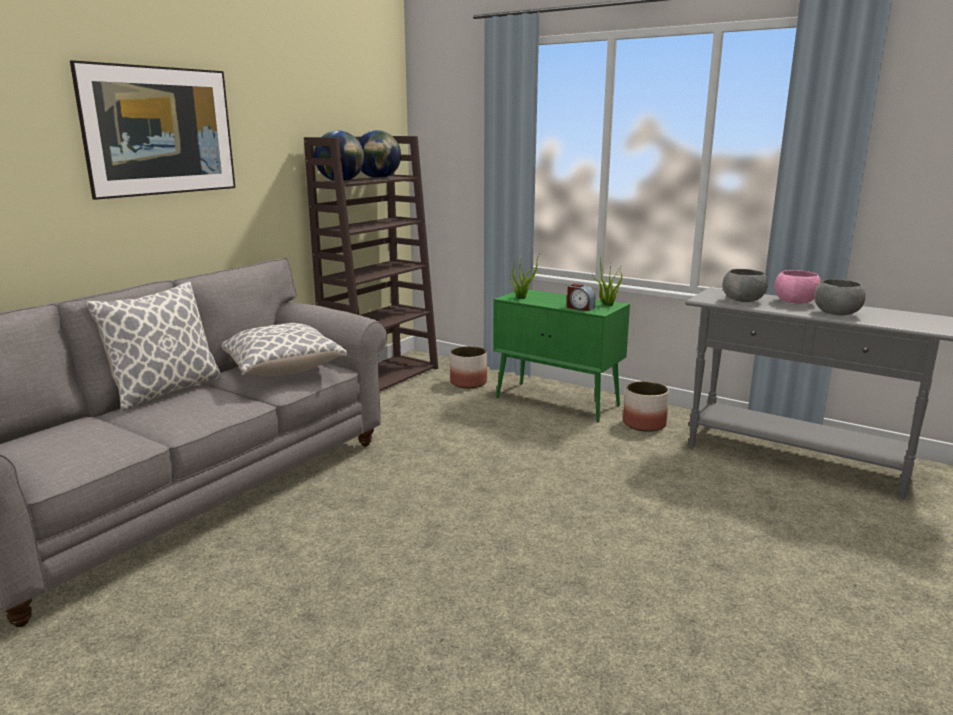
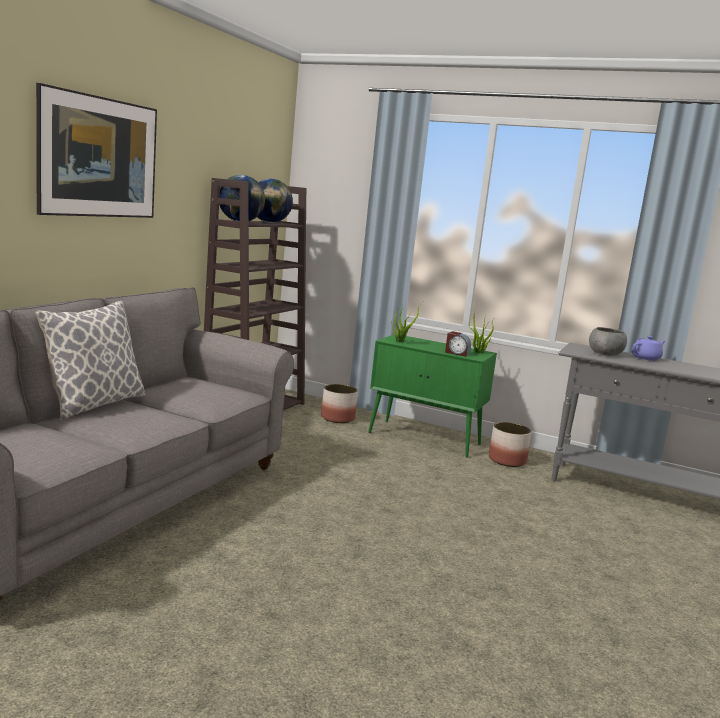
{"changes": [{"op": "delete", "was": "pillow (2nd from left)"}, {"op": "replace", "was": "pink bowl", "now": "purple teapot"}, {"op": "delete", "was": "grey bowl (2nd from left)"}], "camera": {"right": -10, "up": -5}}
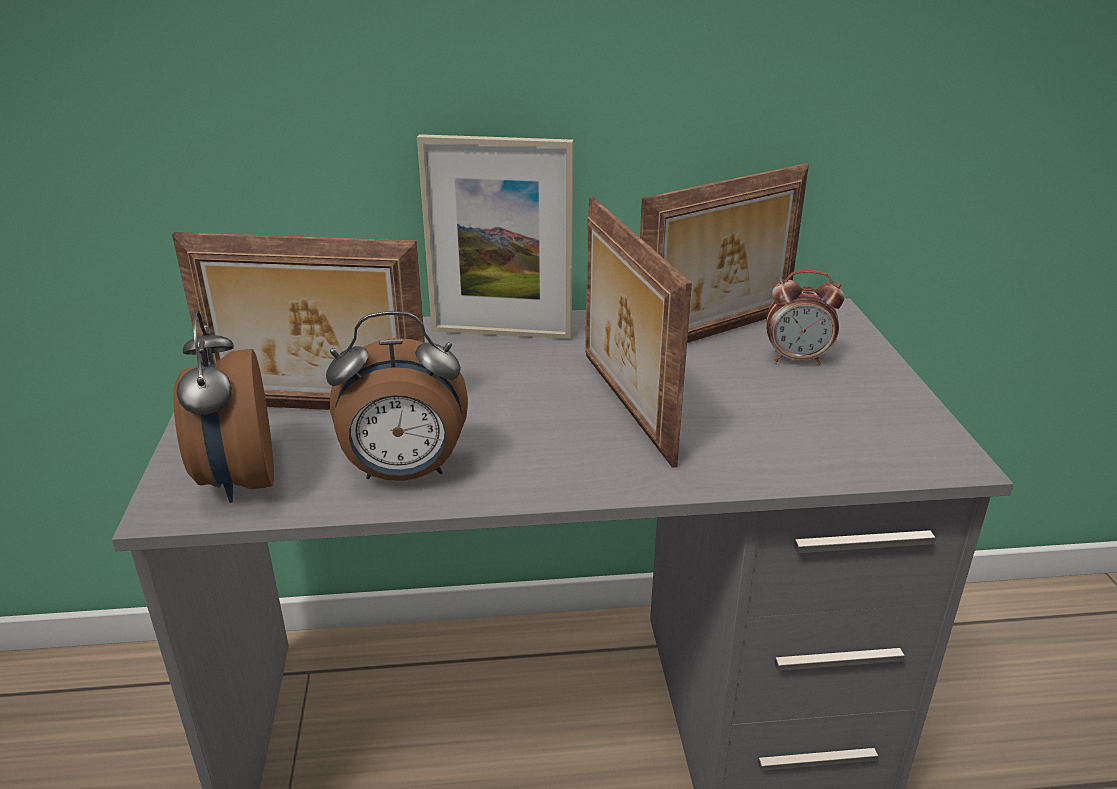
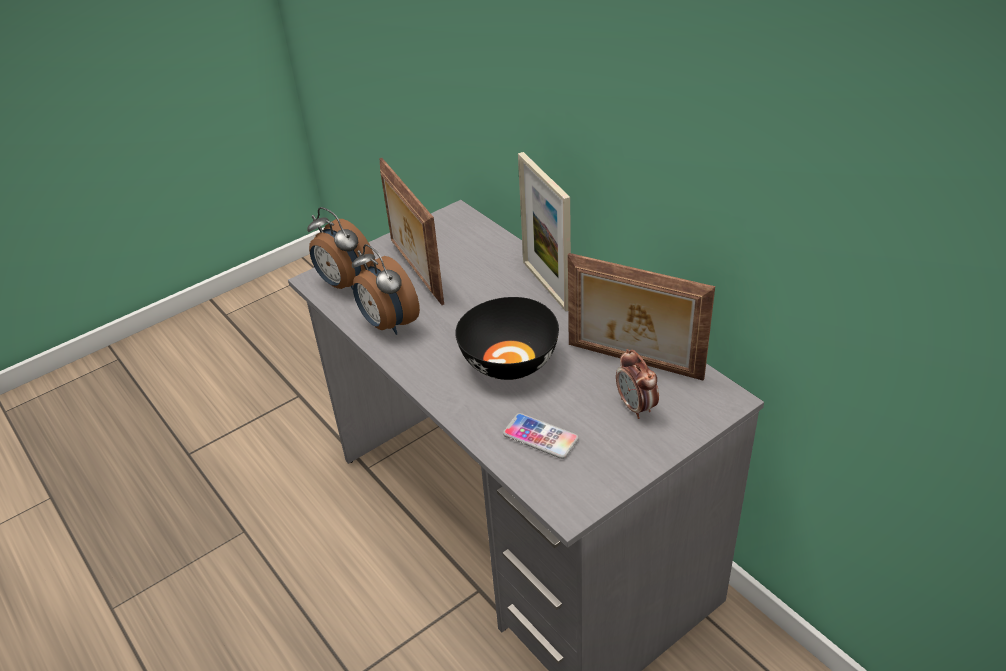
{"changes": [{"op": "rotate", "was": "alarm clock (1st from left)", "clockwise": -90}, {"op": "replace", "was": "picture frame (3rd from left)", "now": "black bowl"}, {"op": "insert", "now": "phone"}], "camera": {"right": 60, "up": 10}}
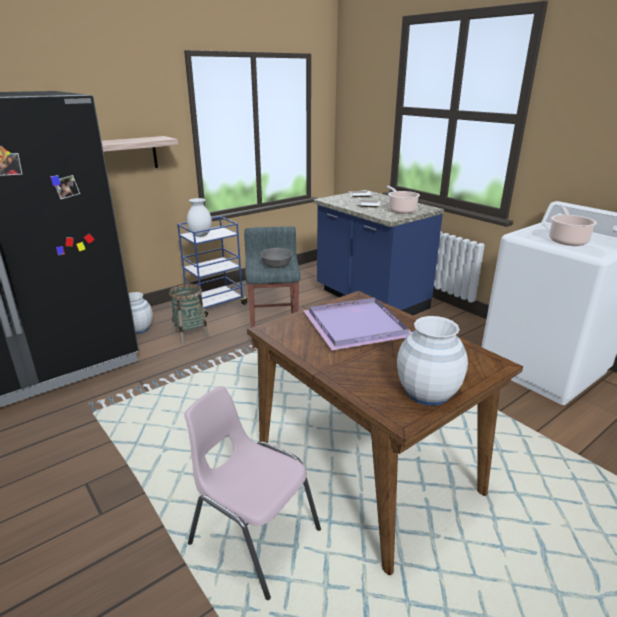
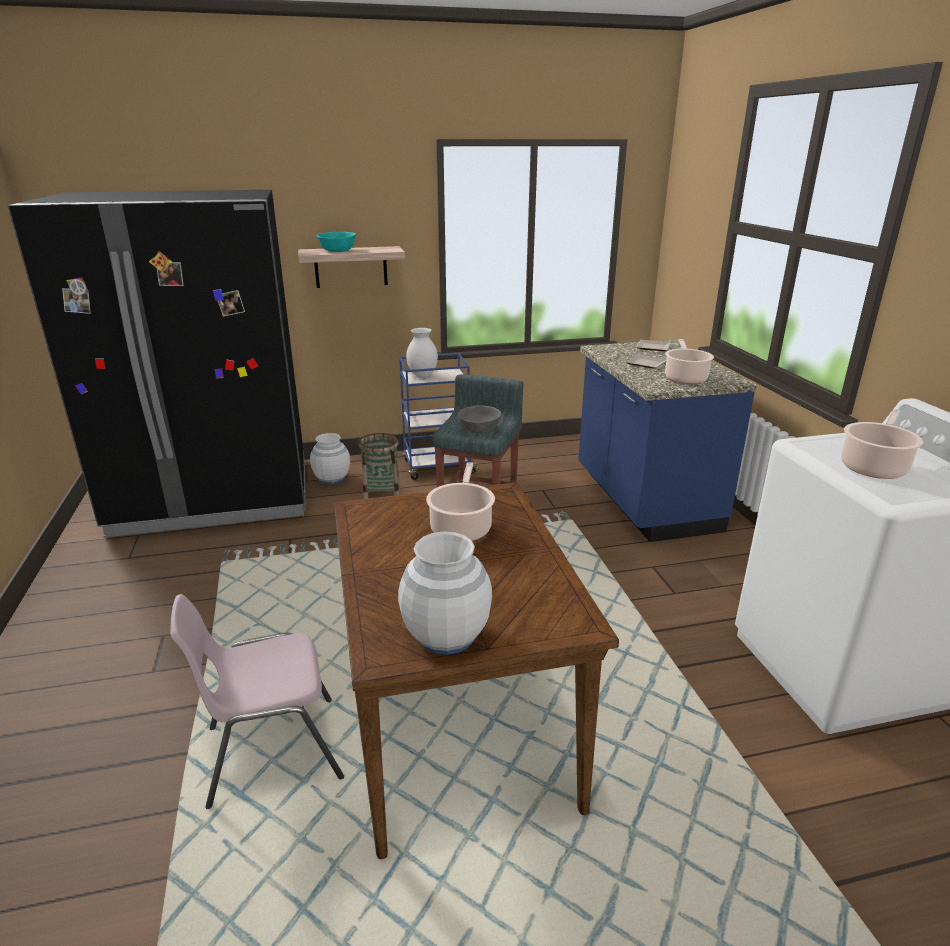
{"changes": [{"op": "rotate", "was": "pink chair", "clockwise": -75}, {"op": "replace", "was": "purple tray", "now": "cooking pot (1st from left)"}, {"op": "insert", "now": "turquoise bowl"}], "camera": {"right": 25, "up": 0}}
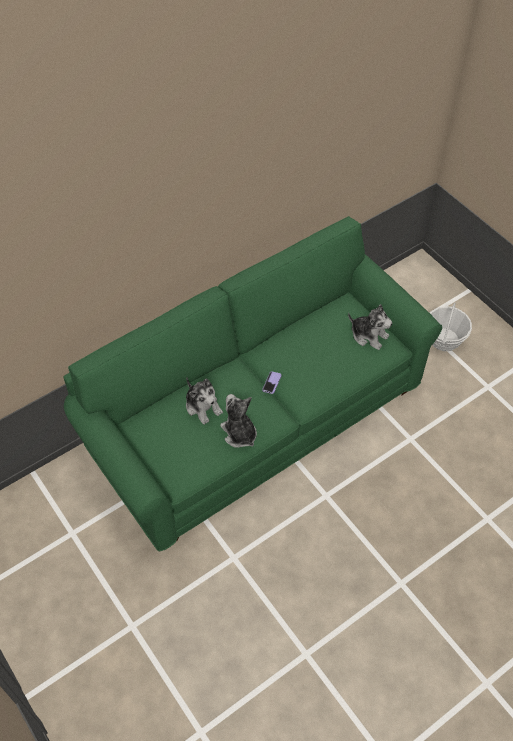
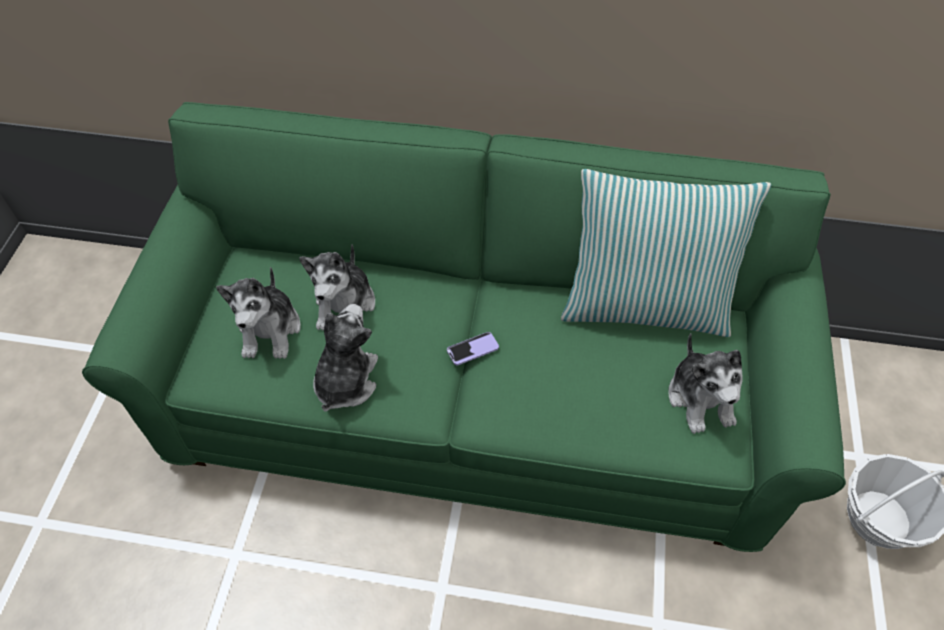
{"changes": [{"op": "insert", "now": "plush toy (1st from left)"}, {"op": "insert", "now": "pillow"}], "camera": {"right": 45, "up": 0}}
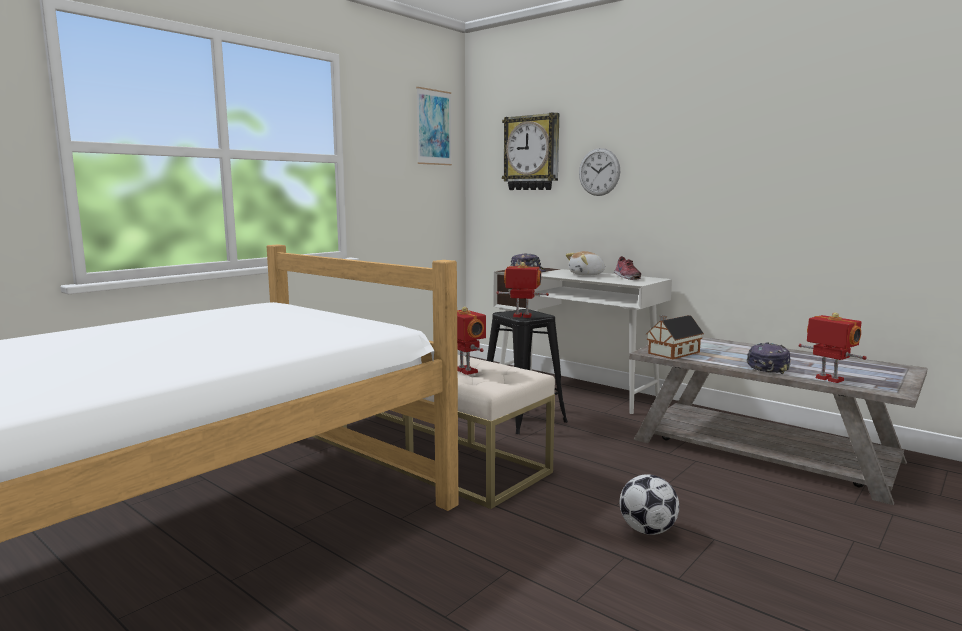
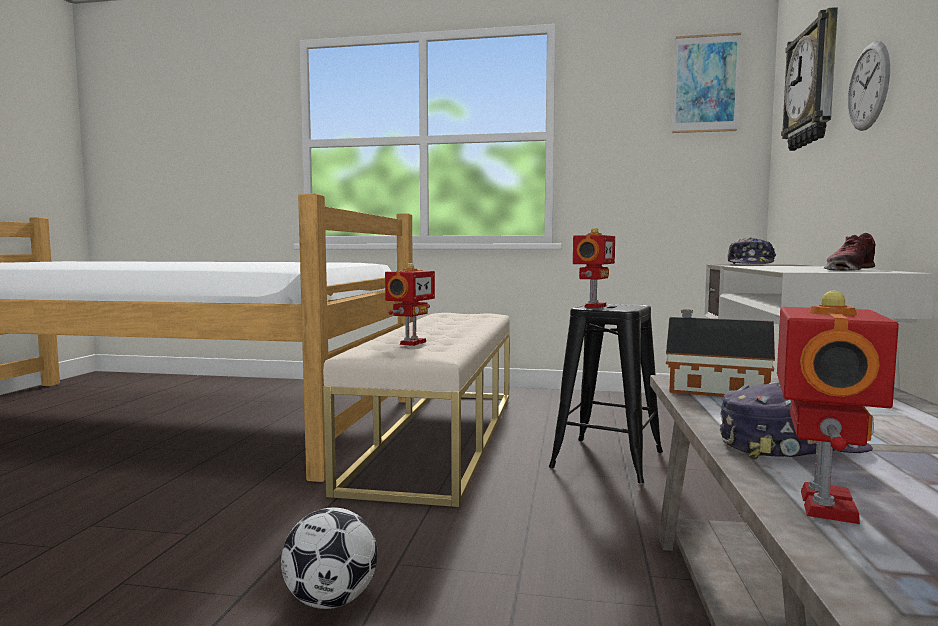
{"changes": [{"op": "rotate", "was": "toy robot (2nd from left)", "clockwise": 45}, {"op": "delete", "was": "plush toy"}], "camera": {"right": 60, "up": -5}}
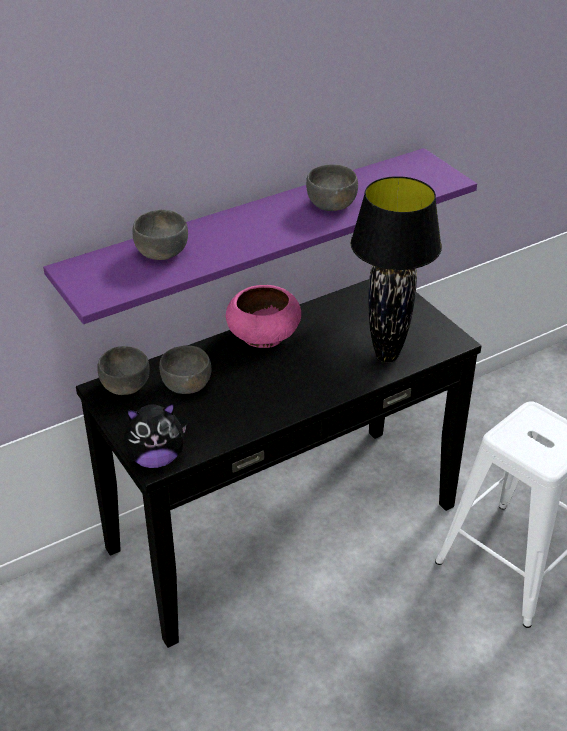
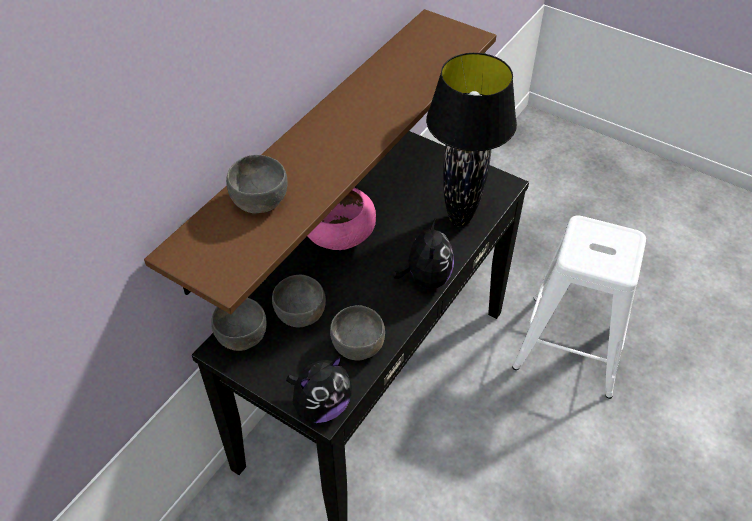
{"changes": [{"op": "recolor", "was": "purple shelf", "now": "brown shelf"}, {"op": "move", "was": "grey bowl (4th from left)"}, {"op": "insert", "now": "plush toy (2nd from left)"}], "camera": {"right": -25, "up": 10}}
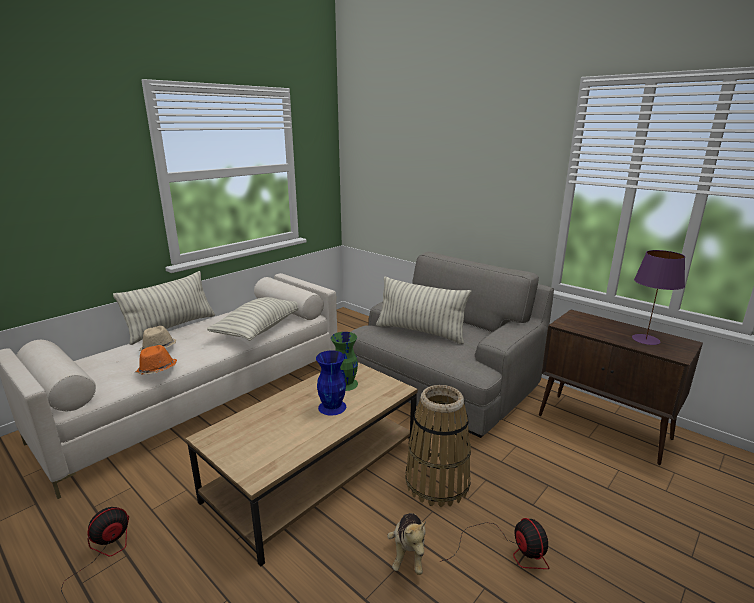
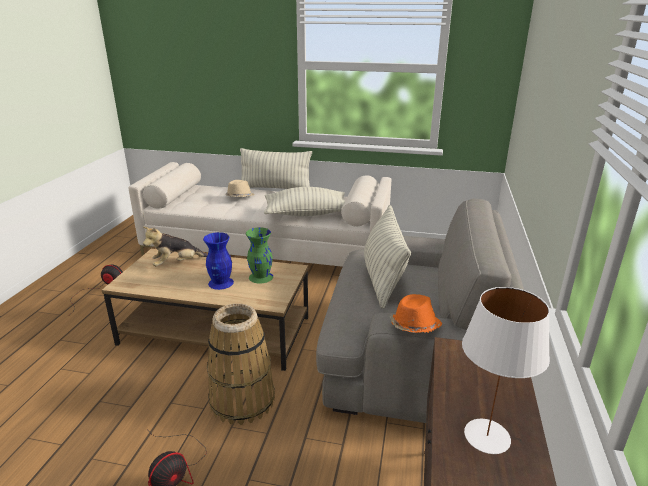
{"changes": [{"op": "move", "was": "orange hat"}, {"op": "move", "was": "plush toy"}, {"op": "recolor", "was": "purple table lamp", "now": "white table lamp"}], "camera": {"right": 60, "up": 5}}
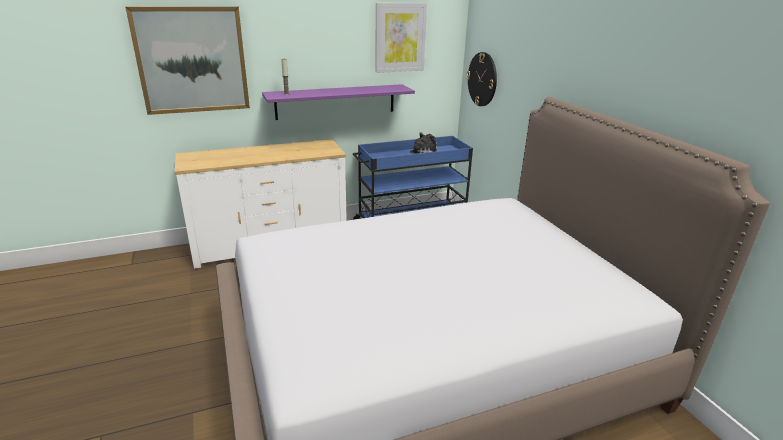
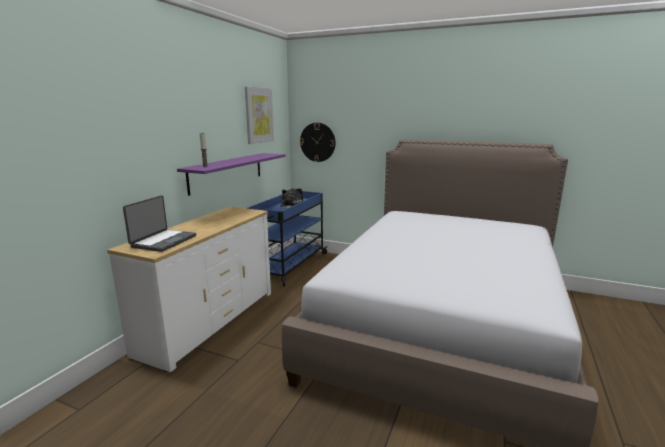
{"changes": [{"op": "delete", "was": "picture (1st from left)"}, {"op": "insert", "now": "laptop"}], "camera": {"right": -45, "up": -10}}
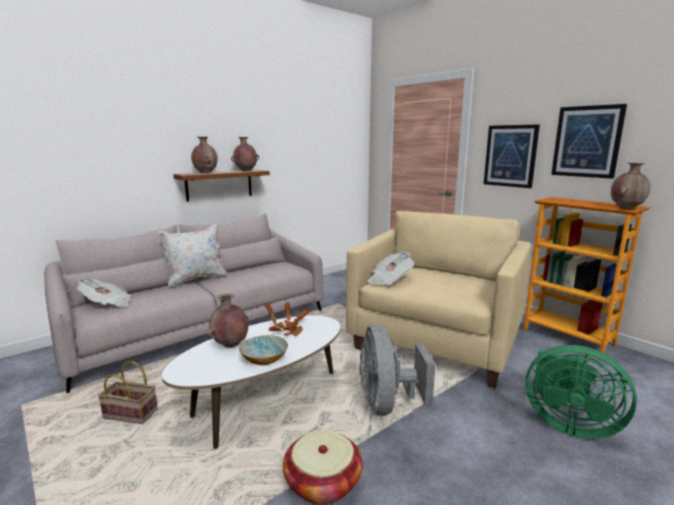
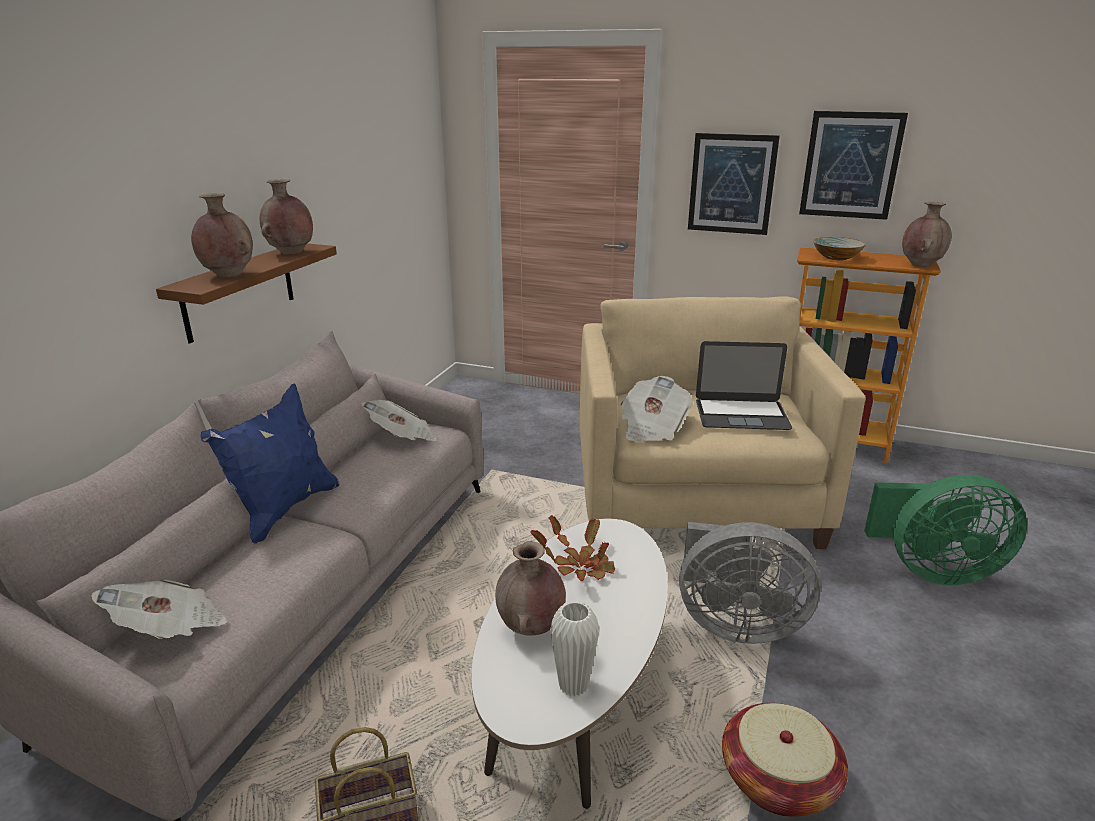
{"changes": [{"op": "recolor", "was": "white pillow", "now": "blue pillow"}, {"op": "move", "was": "bowl"}, {"op": "rotate", "was": "grey fan", "clockwise": -45}, {"op": "insert", "now": "newspaper (2nd from left)"}, {"op": "insert", "now": "white vase"}, {"op": "insert", "now": "laptop"}], "camera": {"right": -30, "up": 10}}
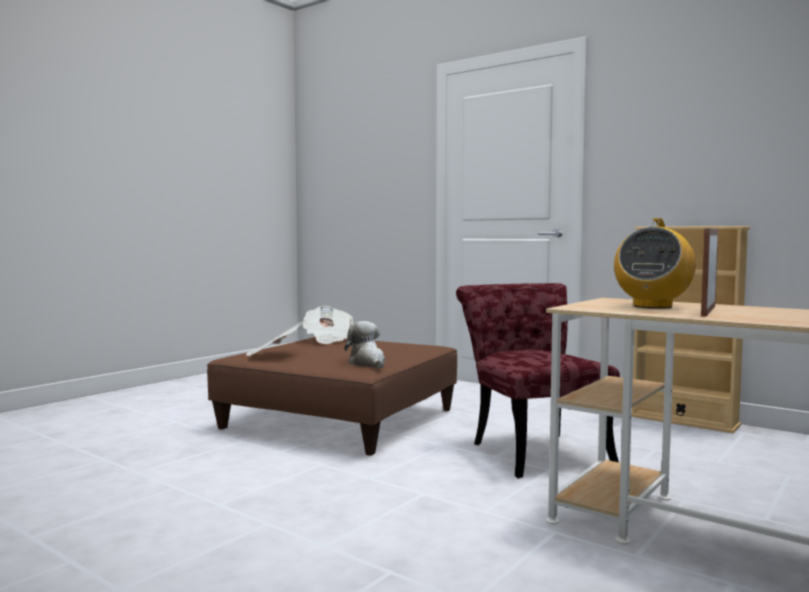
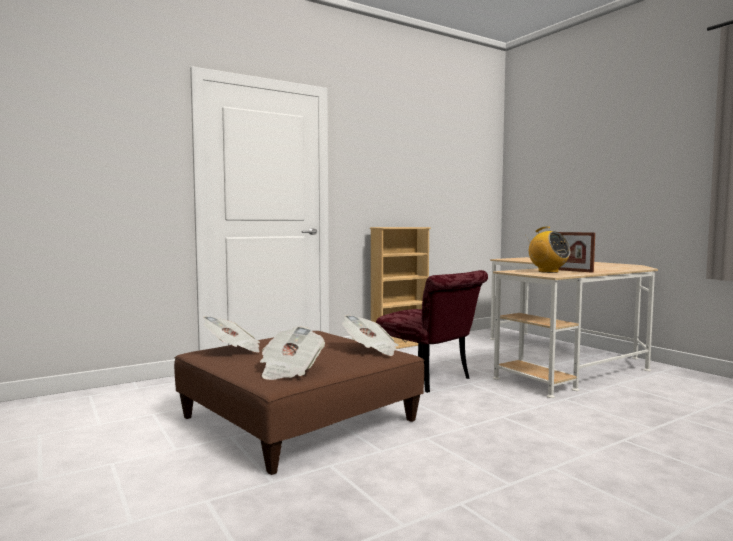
{"changes": [{"op": "replace", "was": "plush toy", "now": "newspaper (3rd from left)"}, {"op": "rotate", "was": "red chair", "clockwise": -135}], "camera": {"right": -70, "up": 0}}
